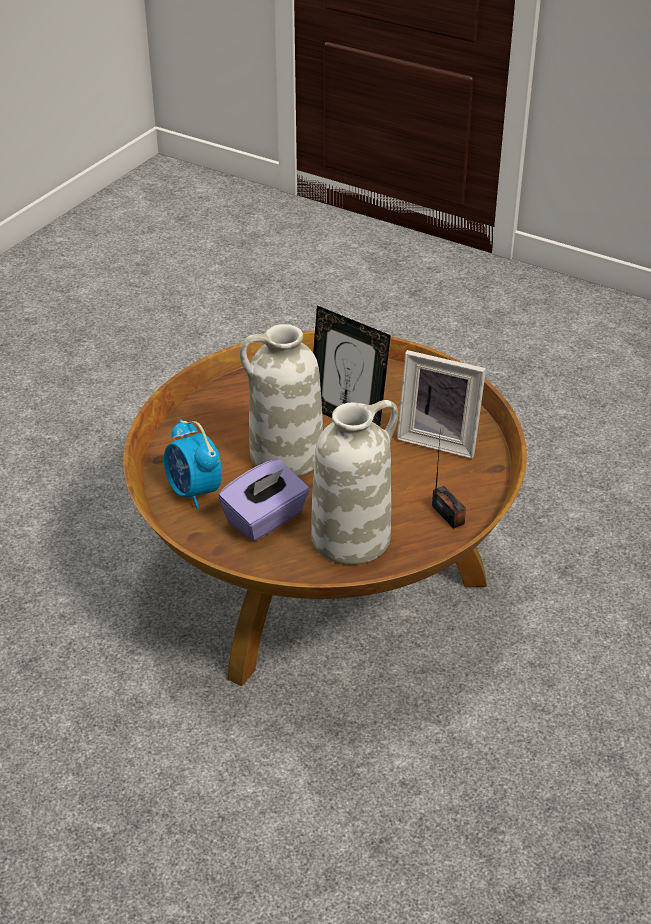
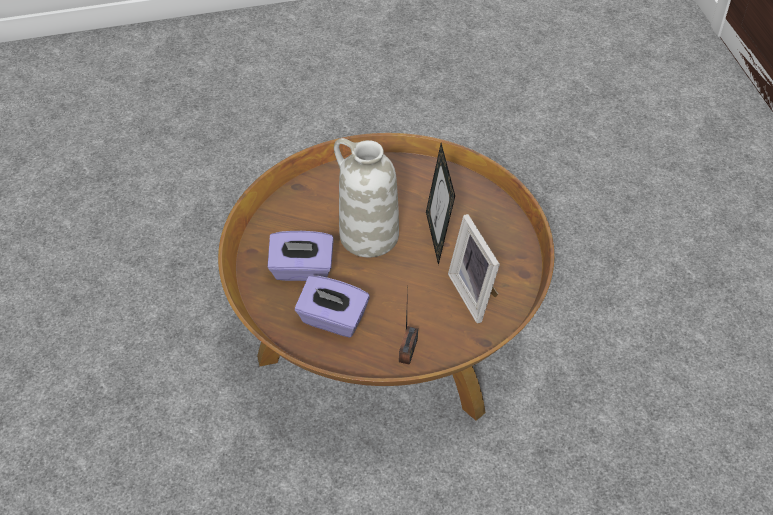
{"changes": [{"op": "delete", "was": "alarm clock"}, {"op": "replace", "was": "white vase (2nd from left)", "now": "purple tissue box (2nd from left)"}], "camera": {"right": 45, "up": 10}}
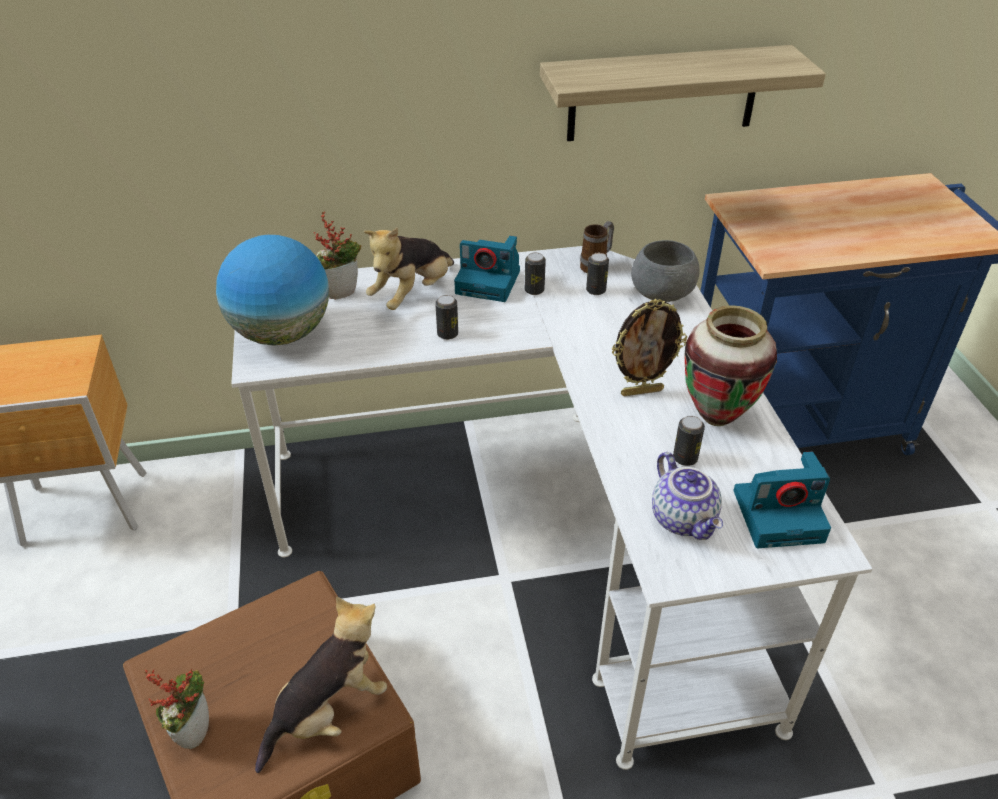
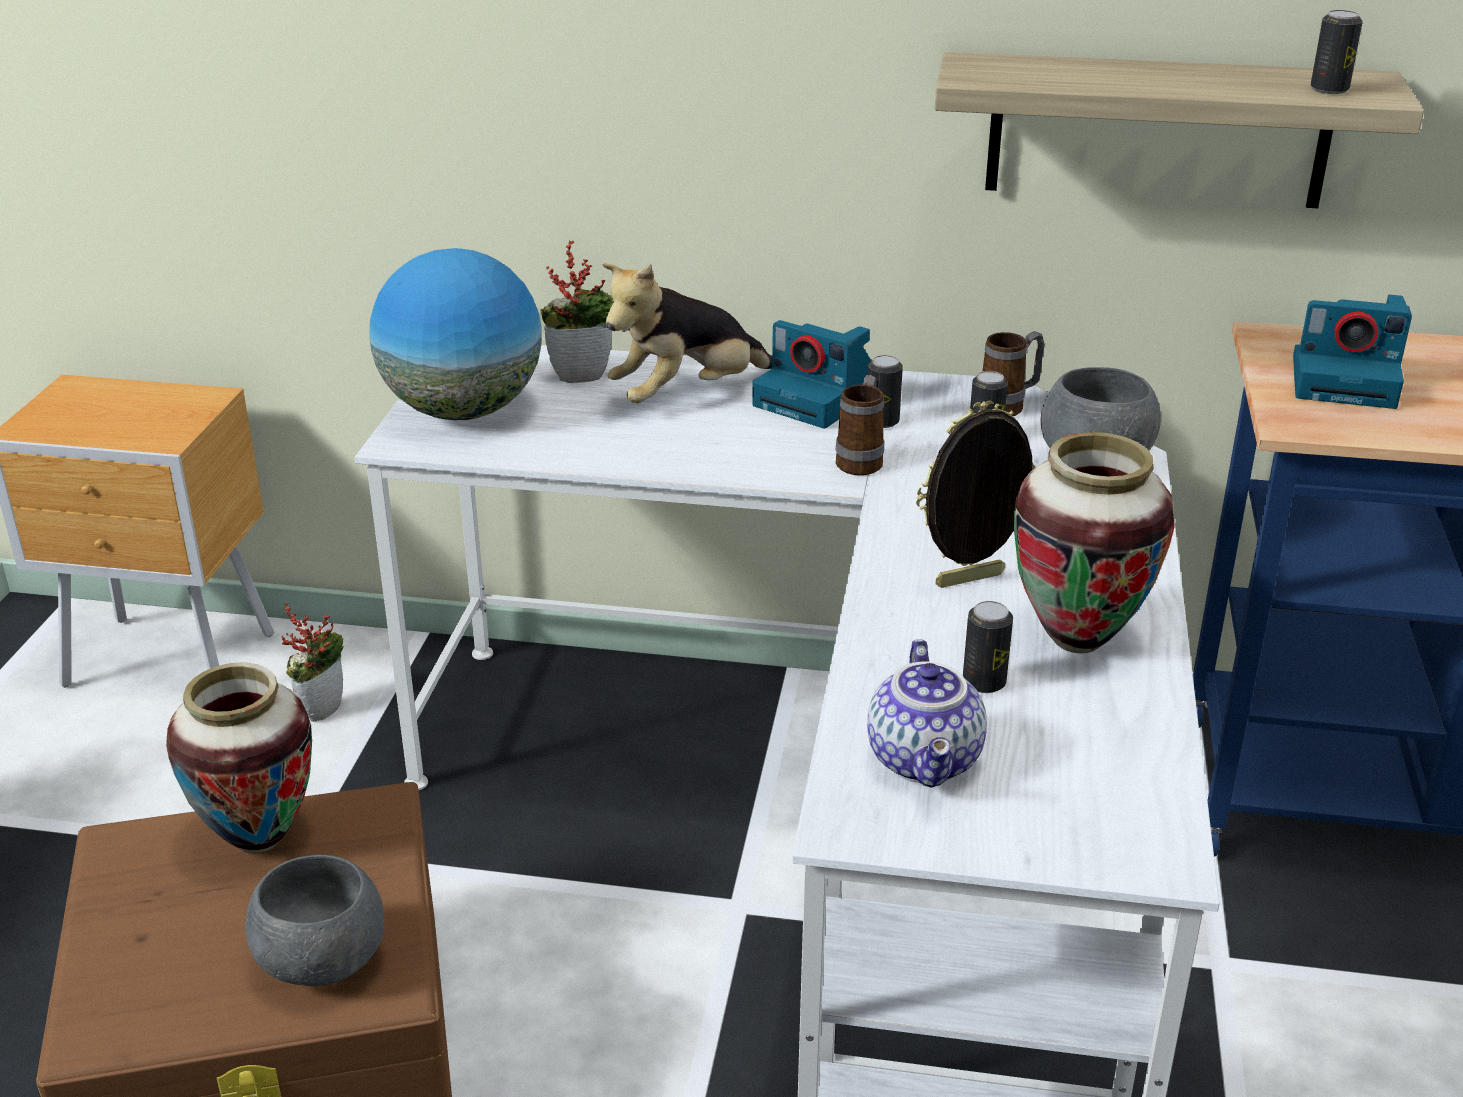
{"changes": [{"op": "move", "was": "potted plant (1st from left)"}, {"op": "replace", "was": "plush toy (1st from left)", "now": "grey bowl (1st from left)"}, {"op": "move", "was": "can (1st from left in the first image)", "now": "can (4th from left)"}, {"op": "rotate", "was": "picture frame", "clockwise": 150}, {"op": "move", "was": "photo camera (2nd from left)"}, {"op": "insert", "now": "vase (1st from left)"}, {"op": "insert", "now": "mug (1st from left)"}], "camera": {"right": 20, "up": -10}}
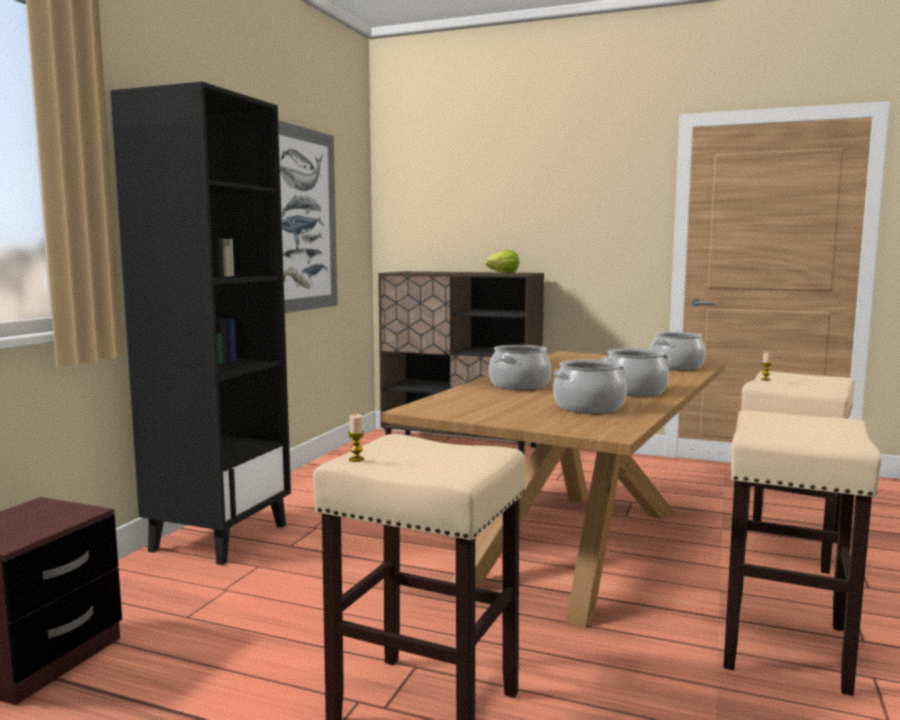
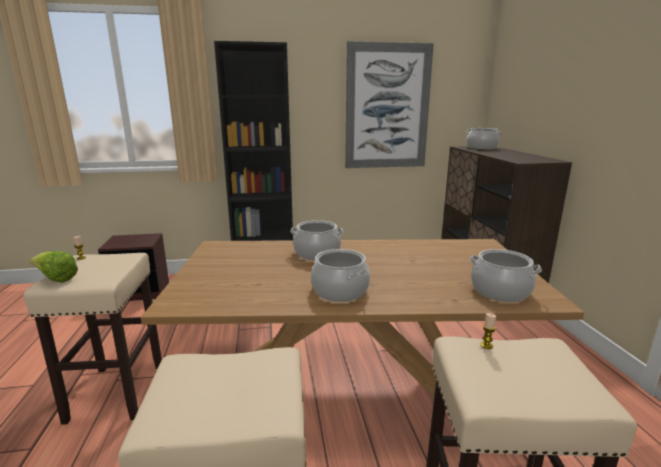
{"changes": [{"op": "move", "was": "lettuce"}, {"op": "move", "was": "cooking pot (2nd from left in the first image)", "now": "cooking pot (3rd from left)"}], "camera": {"right": 60, "up": 10}}
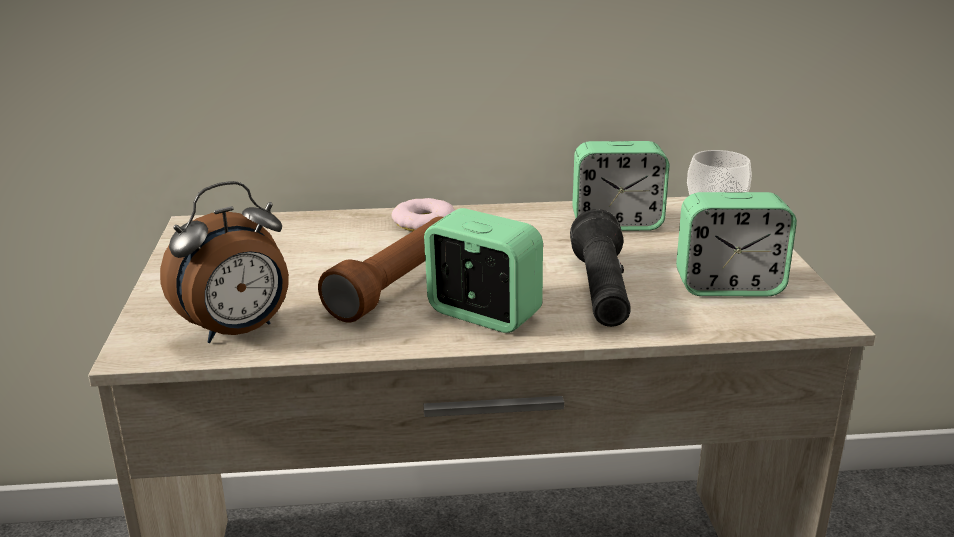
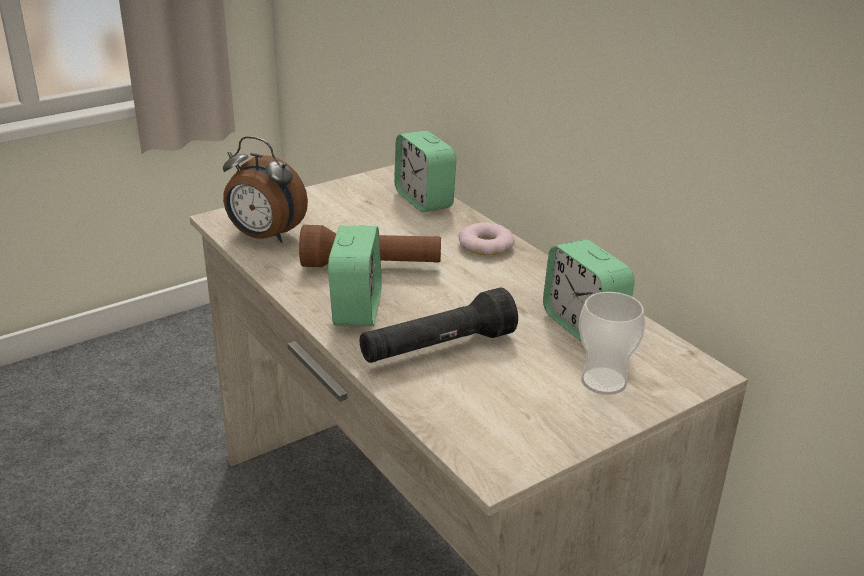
{"changes": [{"op": "move", "was": "alarm clock (4th from left in the first image)", "now": "alarm clock (3rd from left)"}], "camera": {"right": 60, "up": 5}}
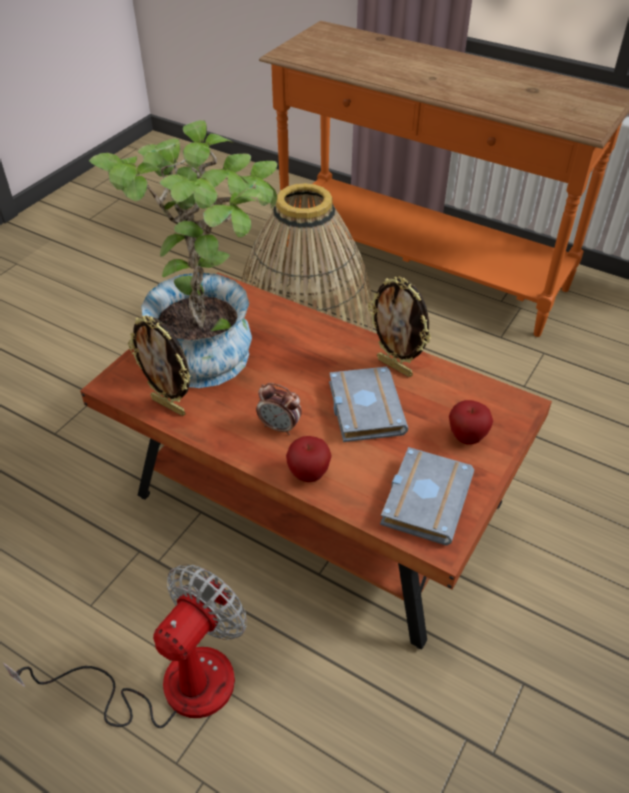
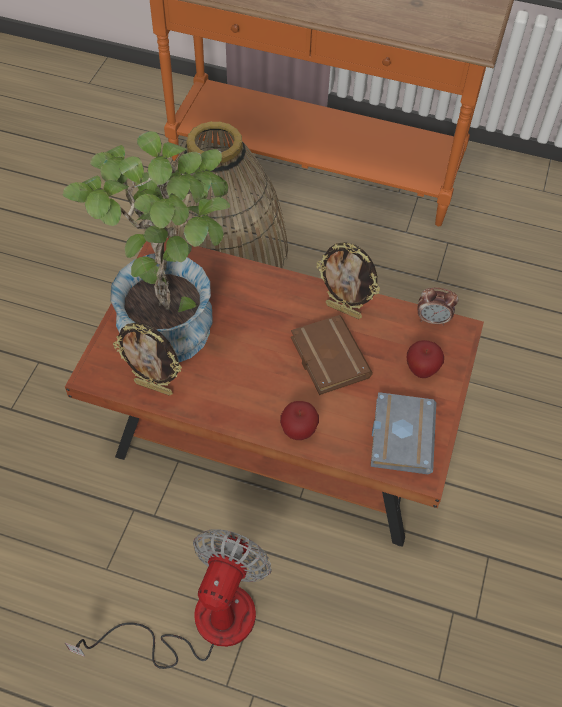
{"changes": [{"op": "move", "was": "alarm clock"}, {"op": "recolor", "was": "grey book (1st from left)", "now": "brown book"}], "camera": {"right": -15, "up": 10}}
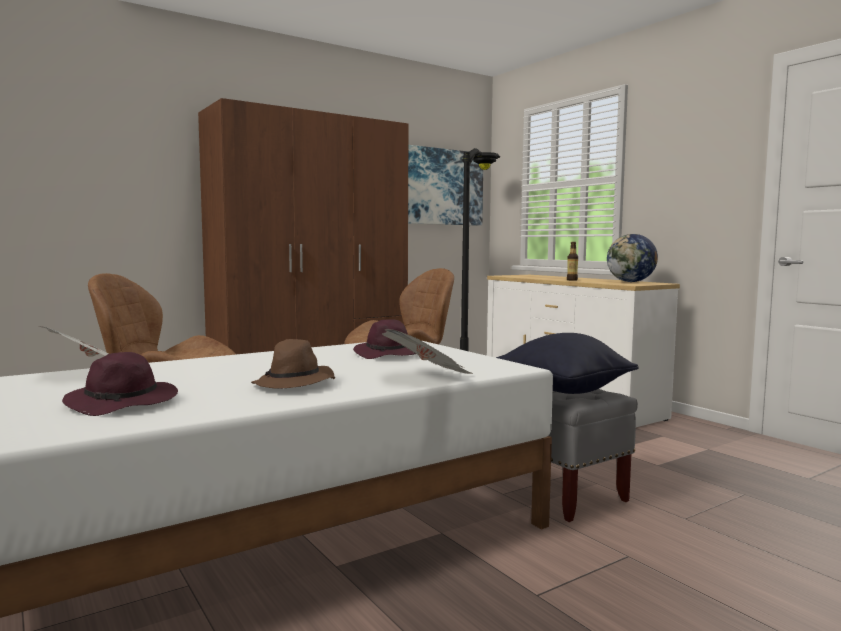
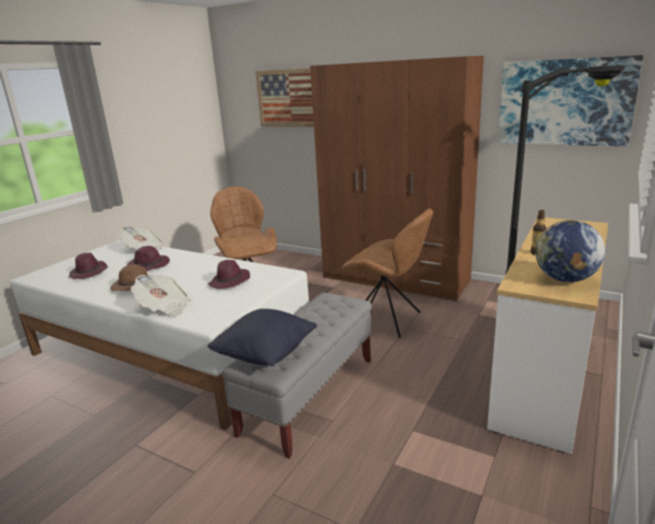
{"changes": [{"op": "insert", "now": "purple hat (2nd from left)"}, {"op": "insert", "now": "picture (1st from left)"}], "camera": {"right": 65, "up": 15}}
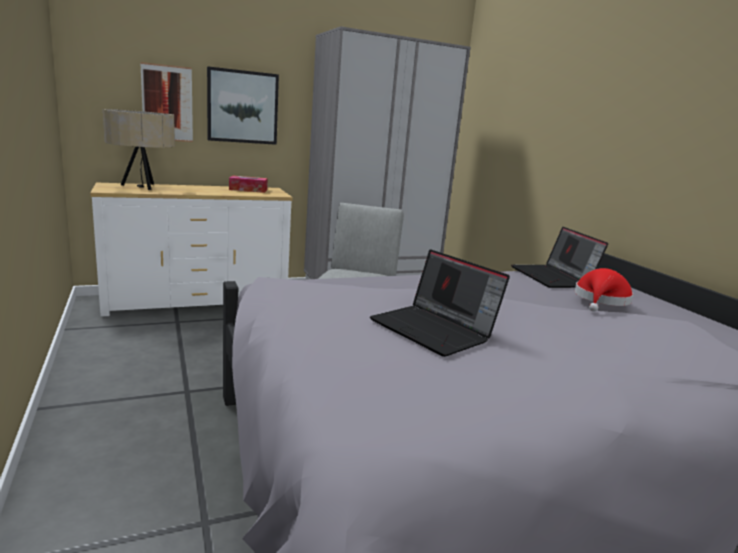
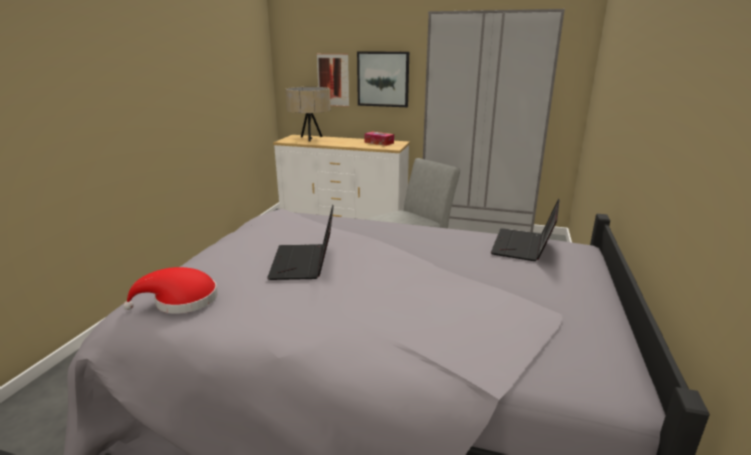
{"changes": [{"op": "move", "was": "red hat"}], "camera": {"right": 40, "up": 5}}
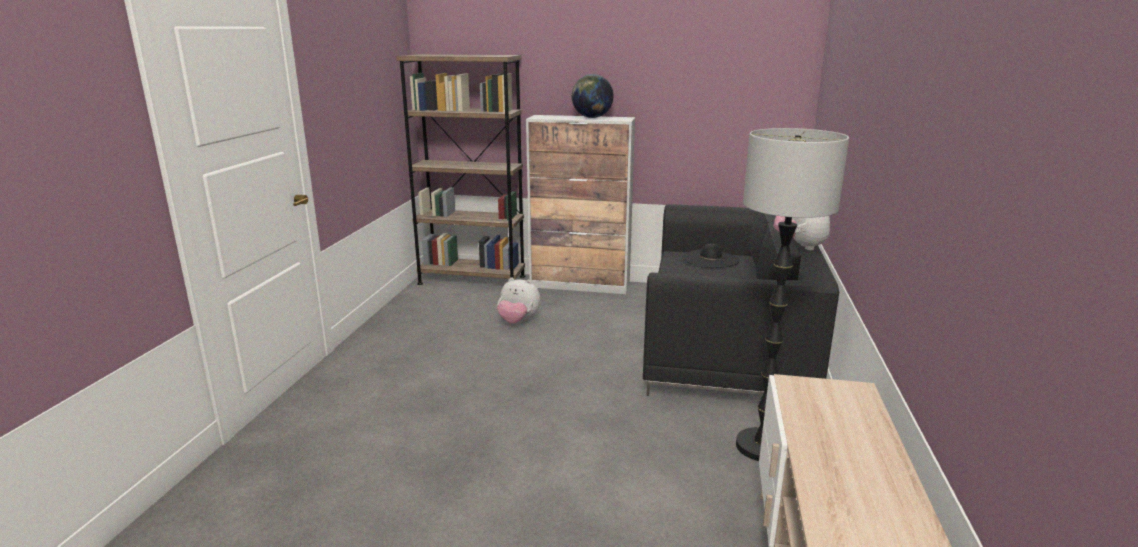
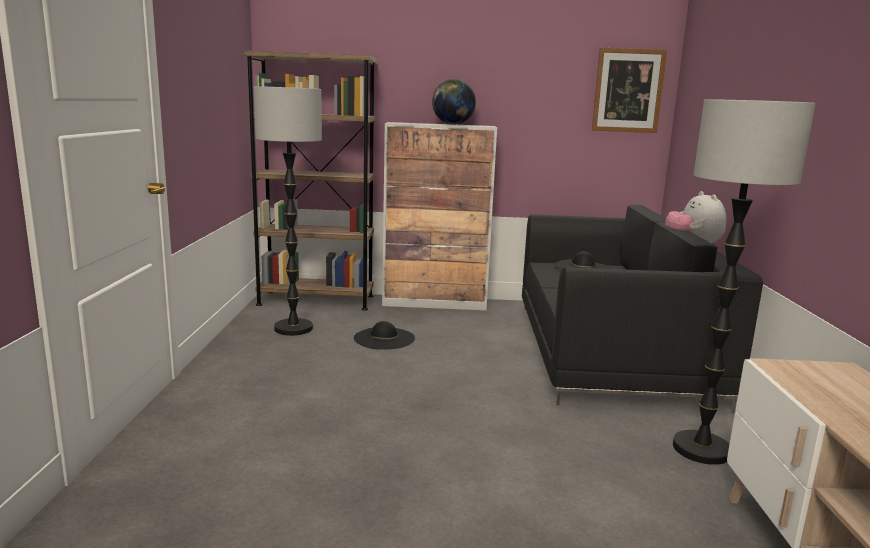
{"changes": [{"op": "replace", "was": "plush toy (1st from left)", "now": "black hat (1st from left)"}, {"op": "insert", "now": "floor lamp (1st from left)"}, {"op": "insert", "now": "picture"}], "camera": {"right": -10, "up": -5}}
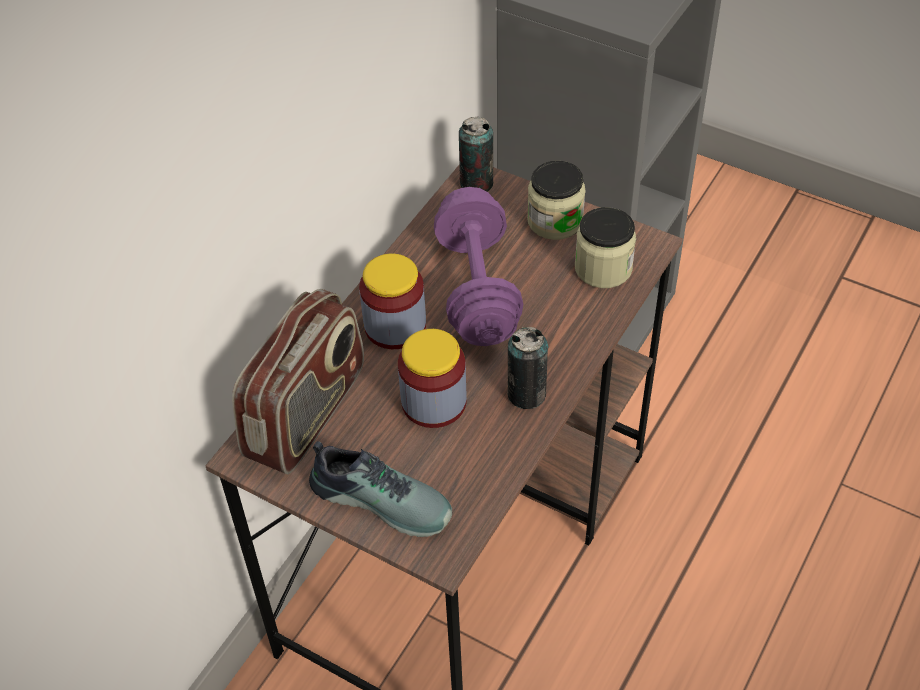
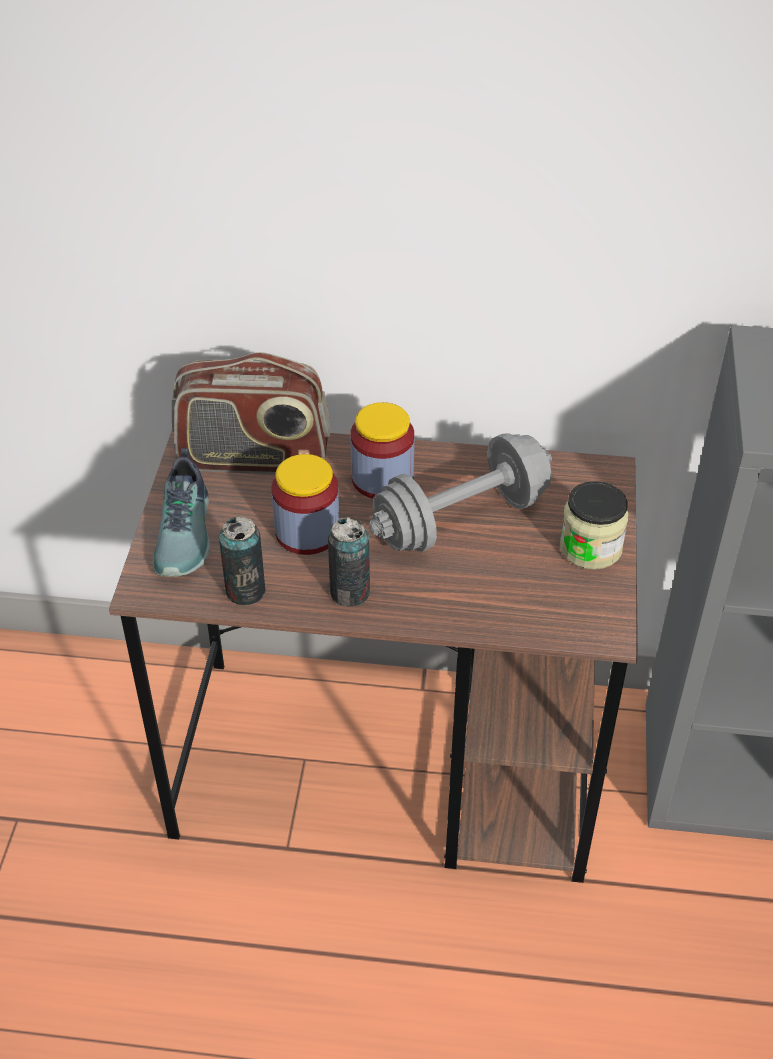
{"changes": [{"op": "recolor", "was": "purple dumbbell", "now": "grey dumbbell"}, {"op": "move", "was": "can (1st from left)"}, {"op": "delete", "was": "jar (4th from left)"}], "camera": {"right": 65, "up": -5}}
